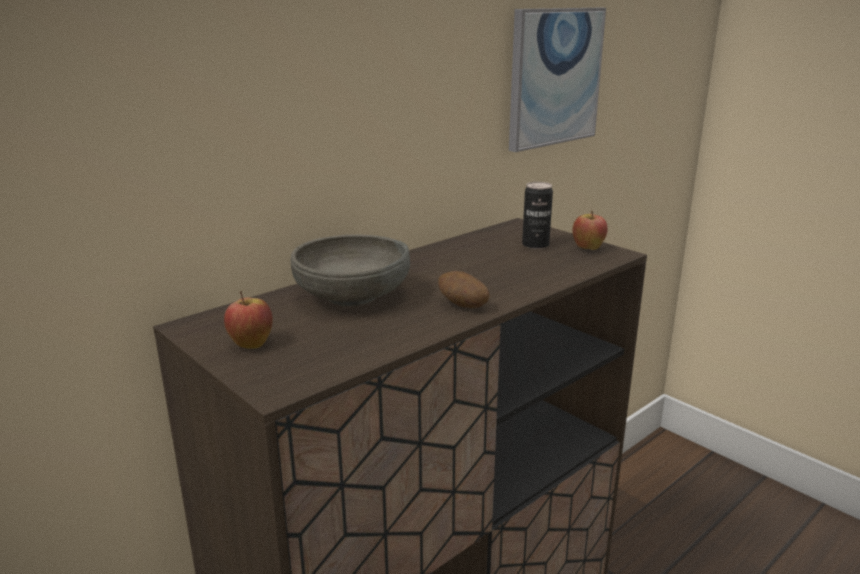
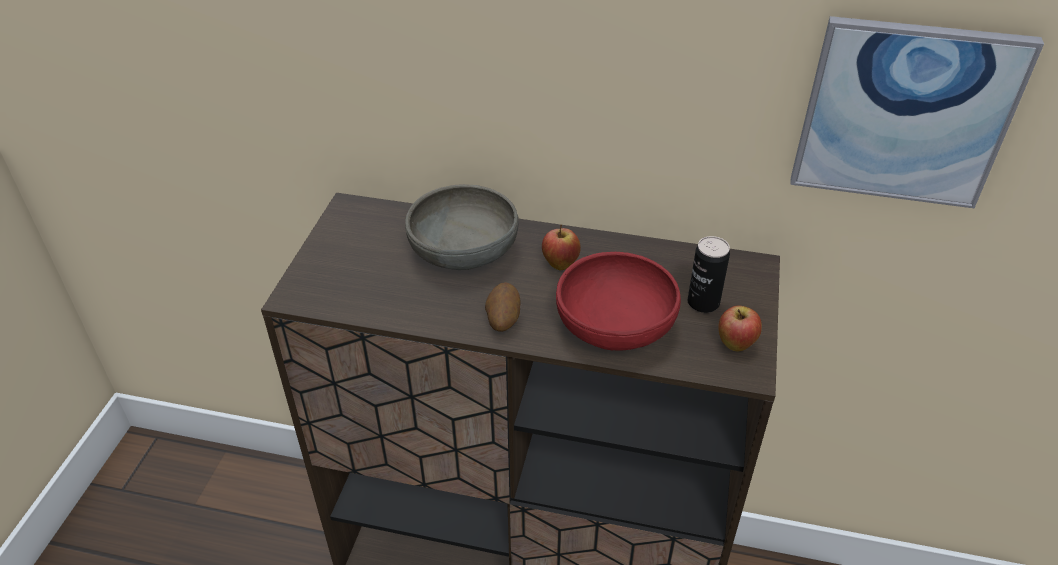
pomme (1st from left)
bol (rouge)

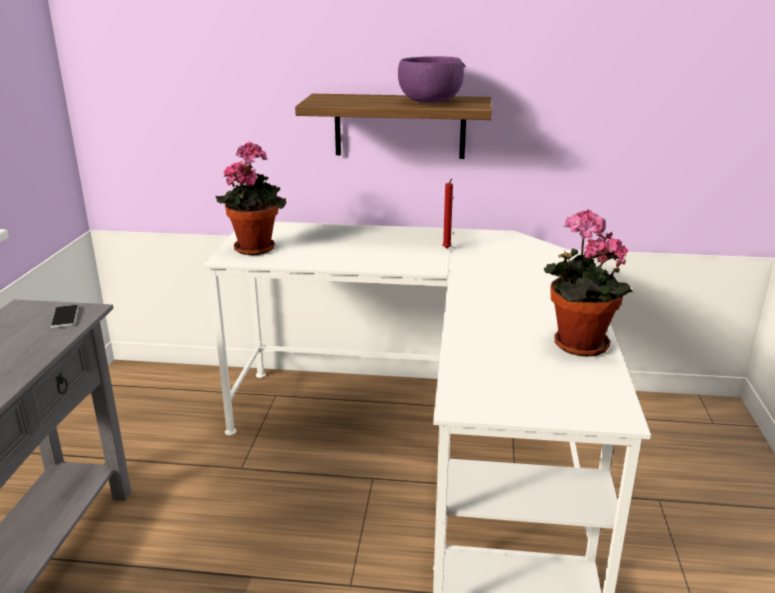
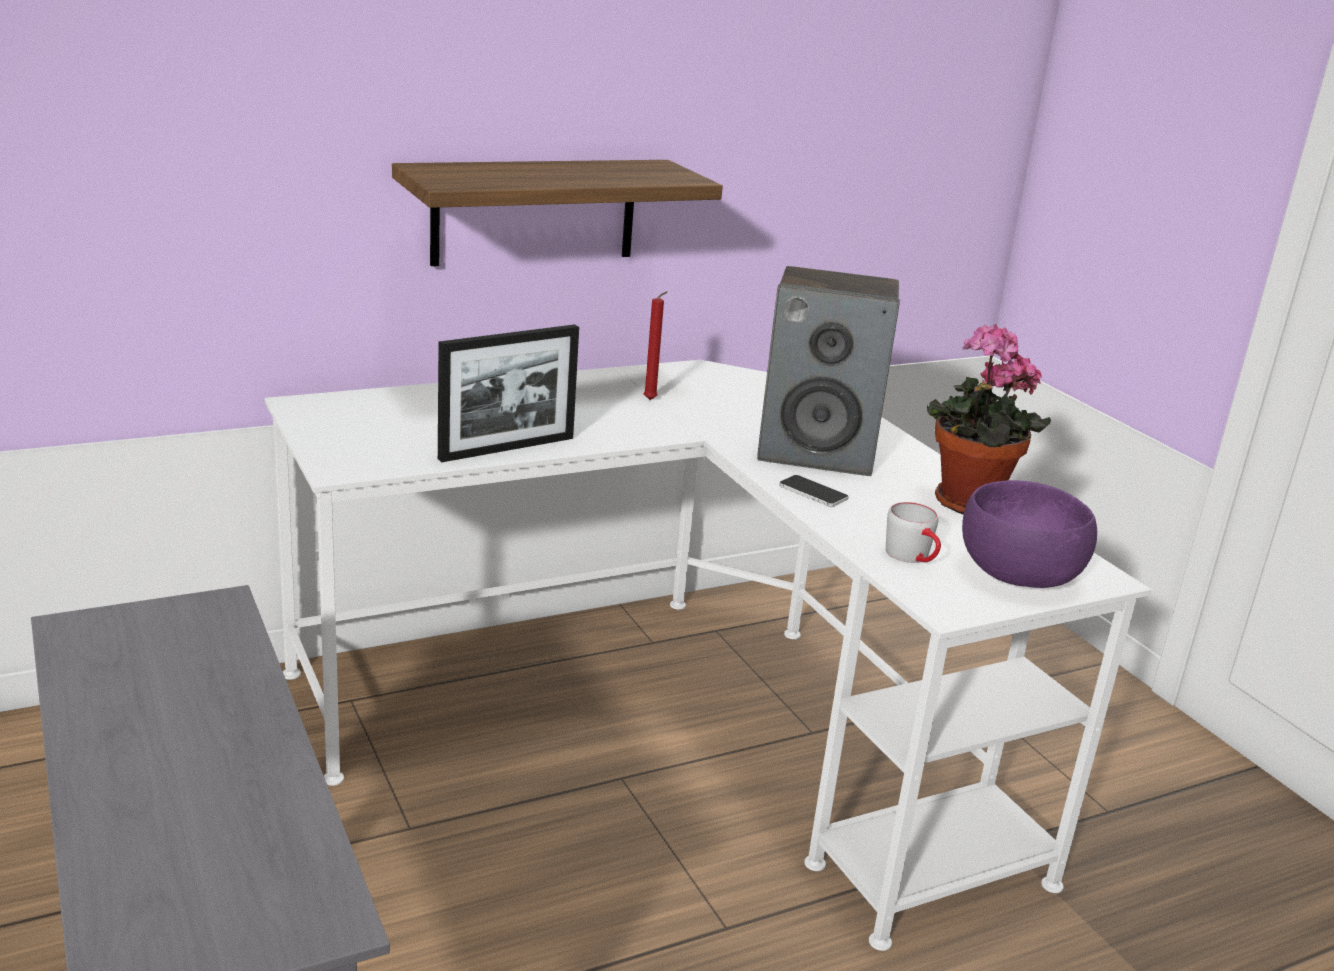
téléphone
plante en pot (1st from left in the first image)
bol (violet)
cadre photo
enceinte
mug (gris)

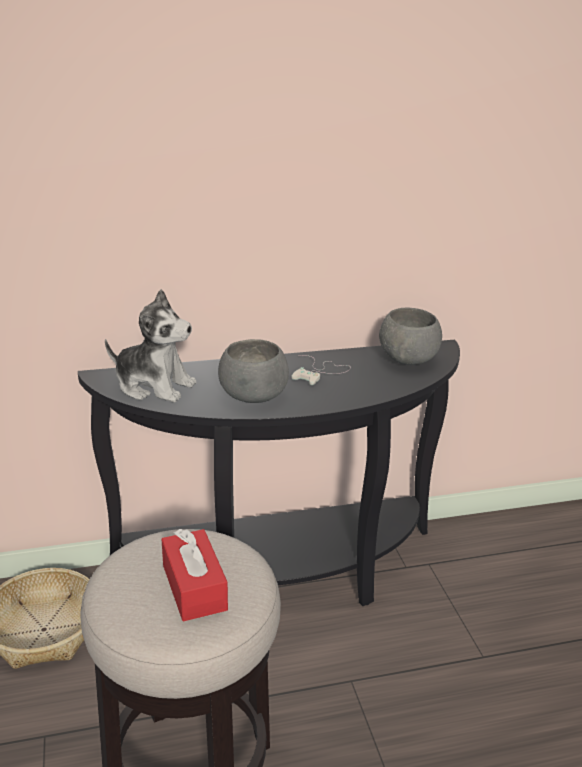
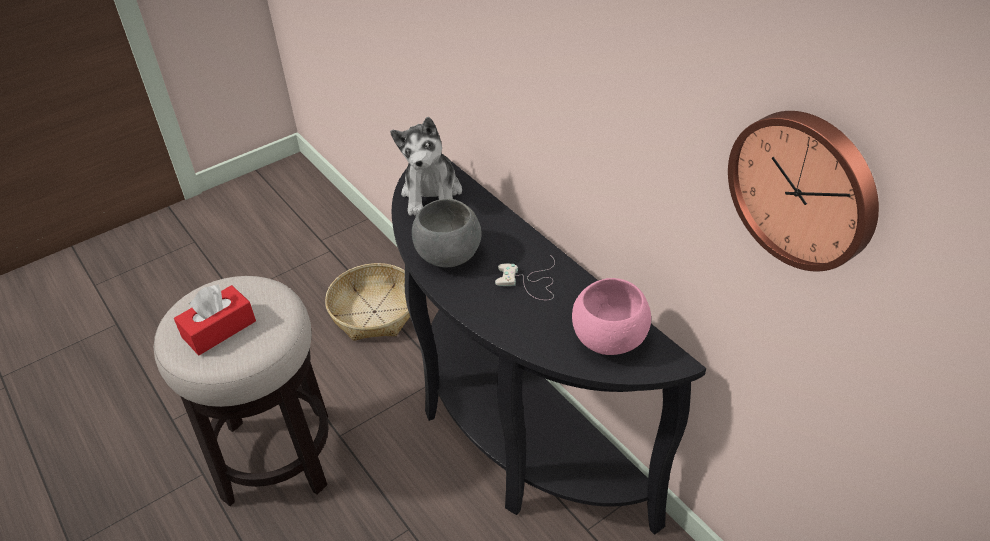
bol (rose)
horloge murale

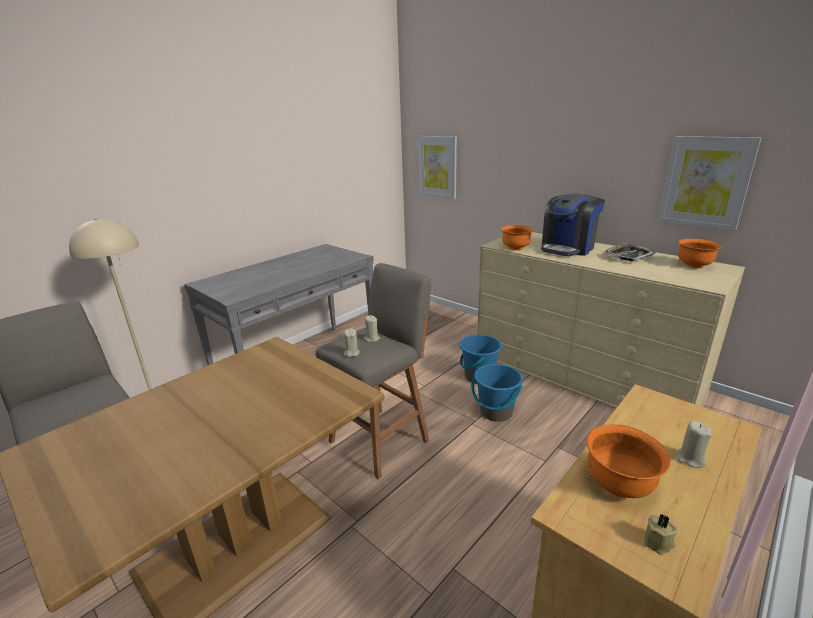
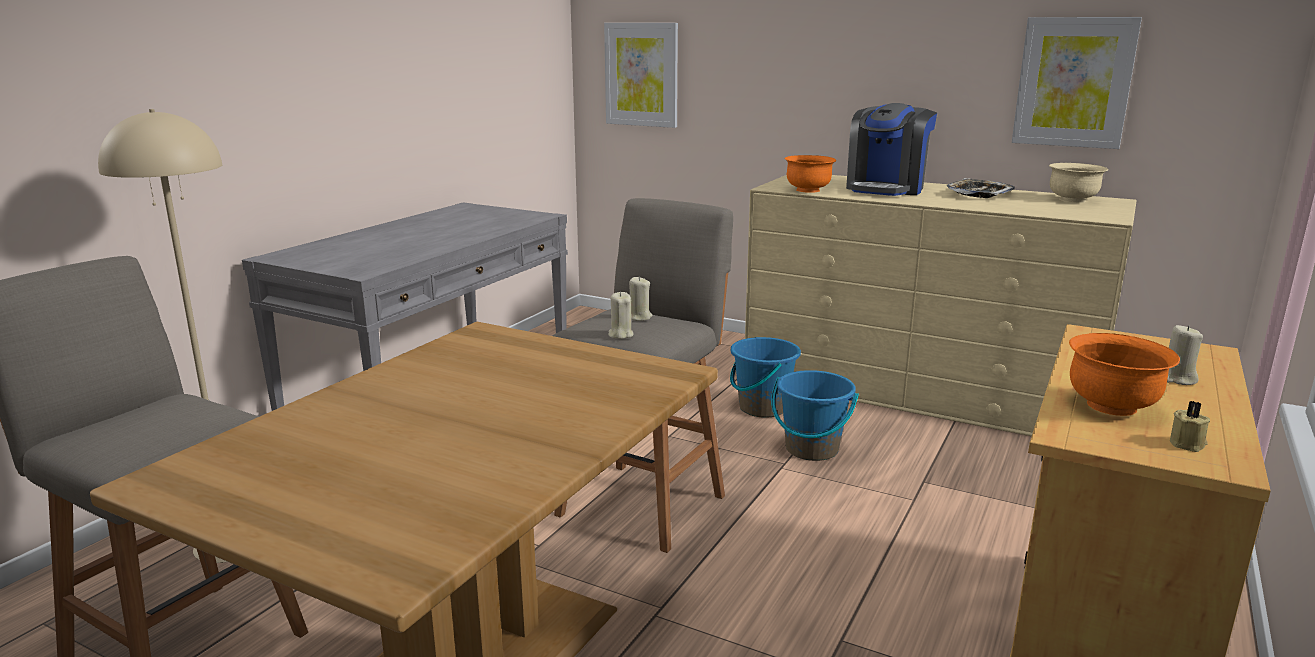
bol (beige)

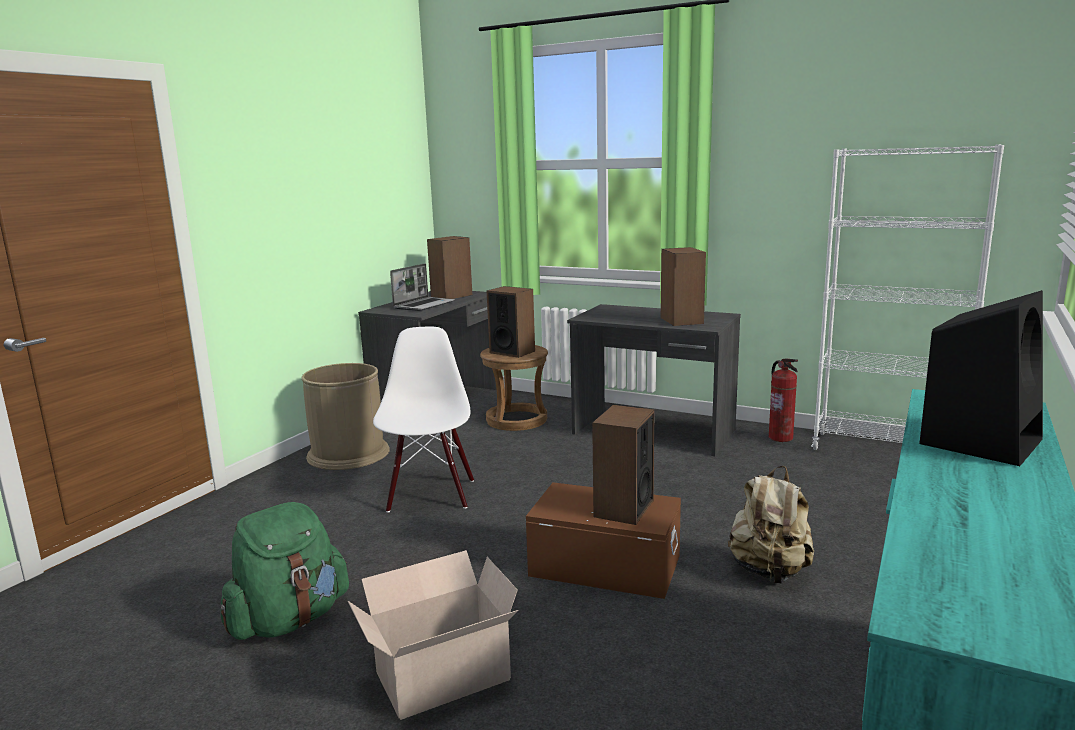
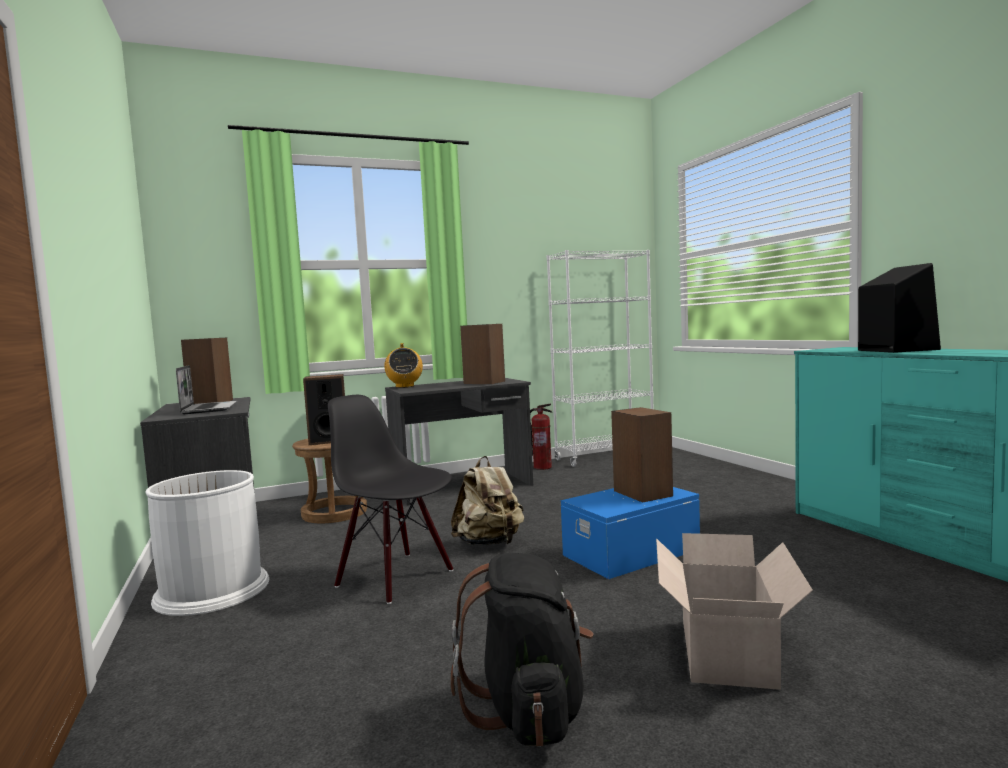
sac à dos (noir)
poubelle (blanc)
chaise (noir)
boîte de rangement (bleu)
sac à dos (beige)
radio

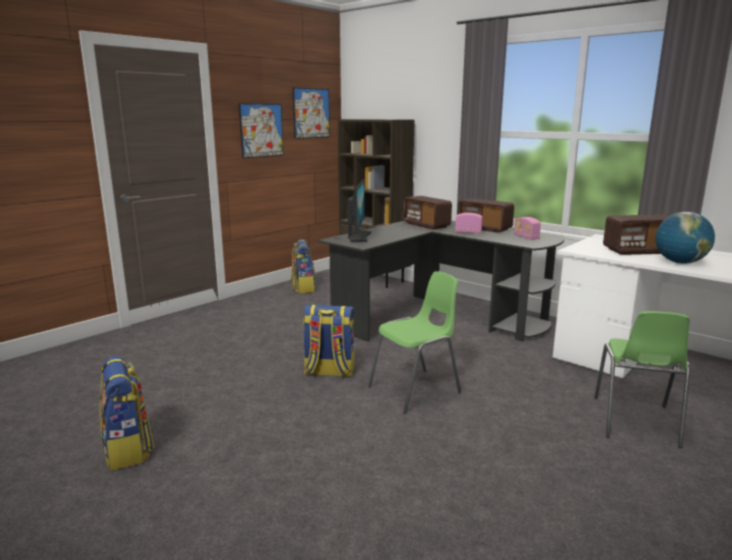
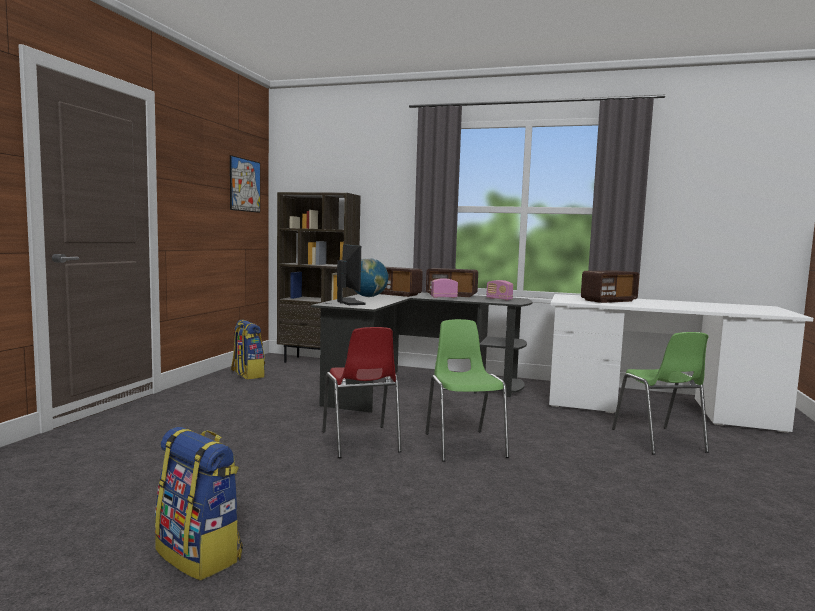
tableau (1st from left in the first image)
chaise (rouge)
chaise (vert) (1st from left)
globe

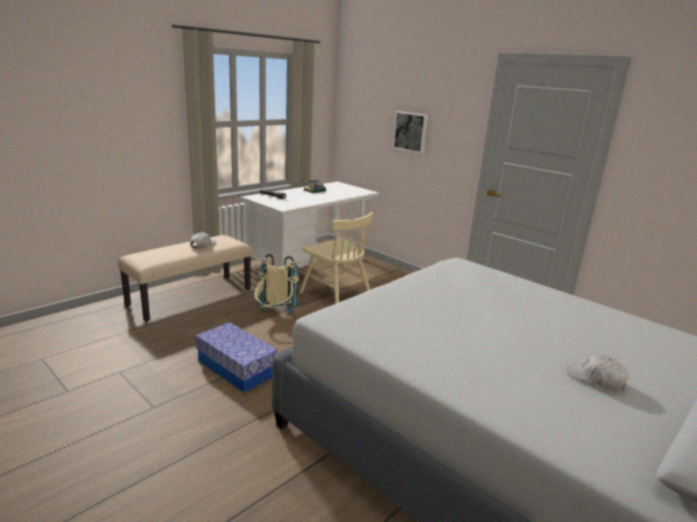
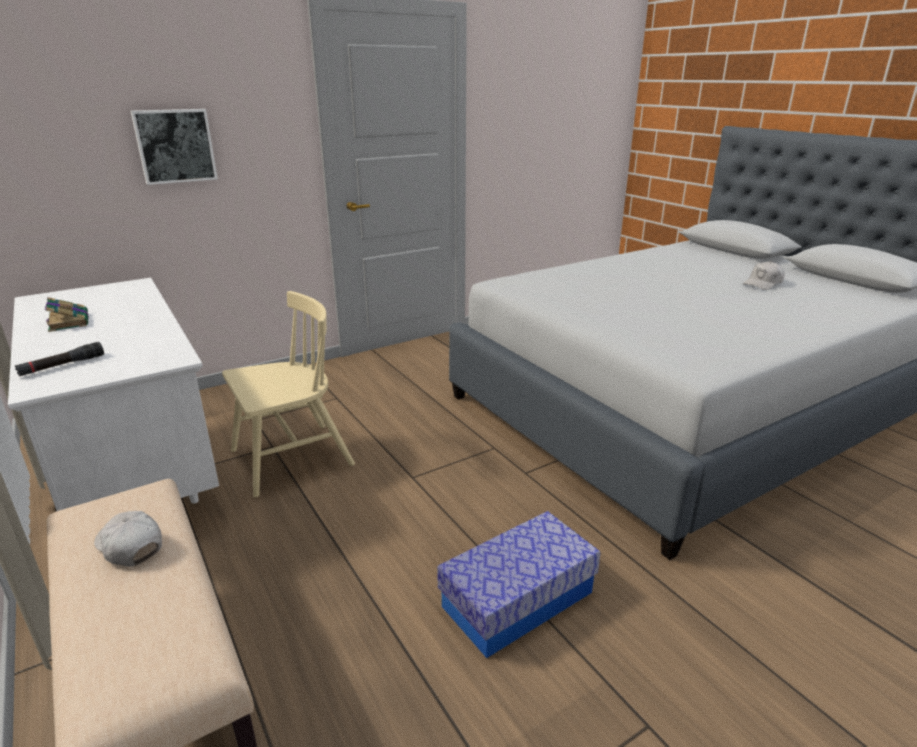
sac à dos (beige)

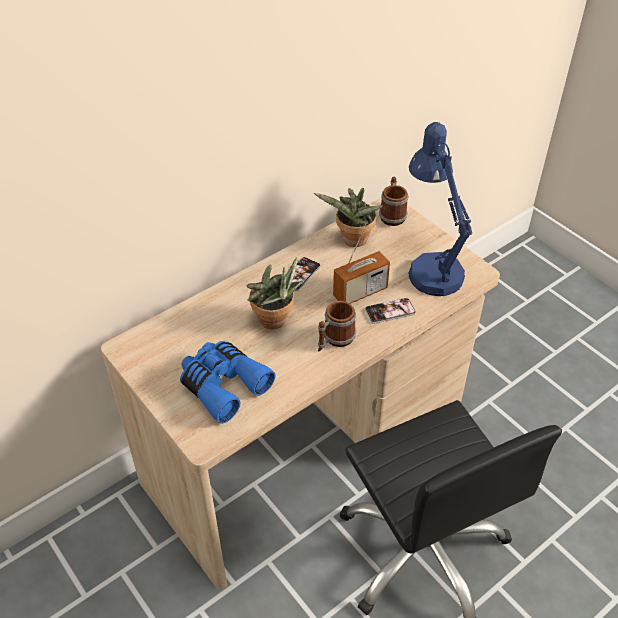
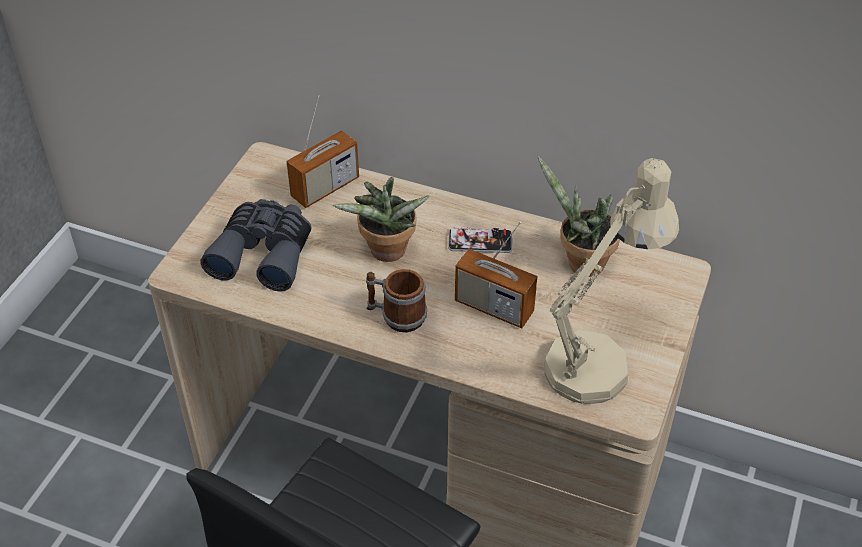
jumelles (gris)
téléphone (2nd from left in the first image)
mug (2nd from left in the first image)
lampe de table (beige)
radio (1st from left)

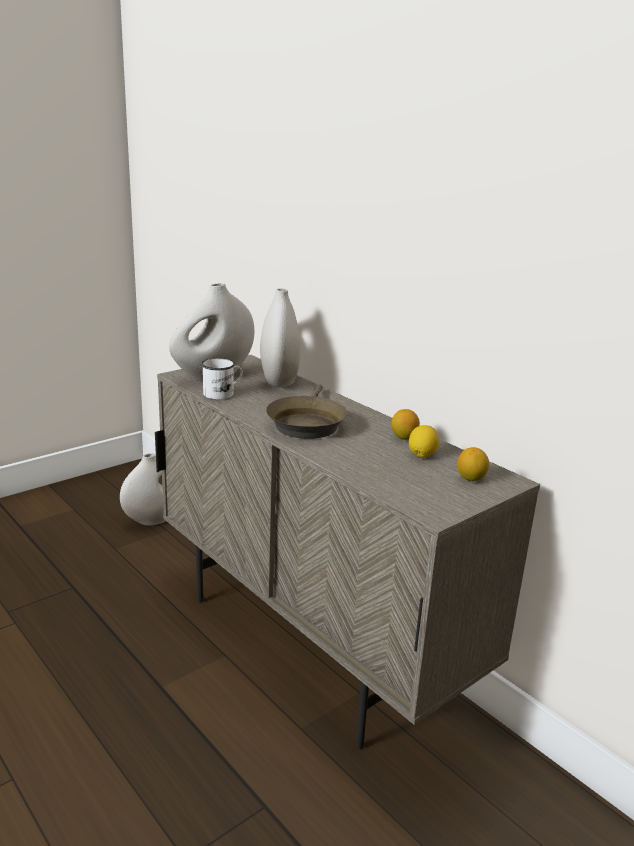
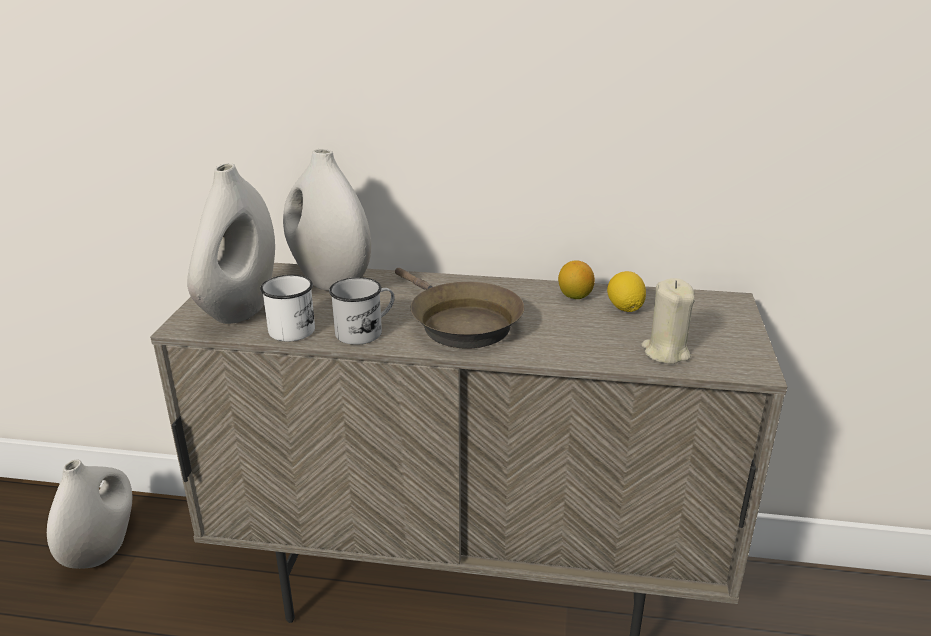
citron (3rd from left in the first image)
mug (blanc) (2nd from left)
bougie (beige)

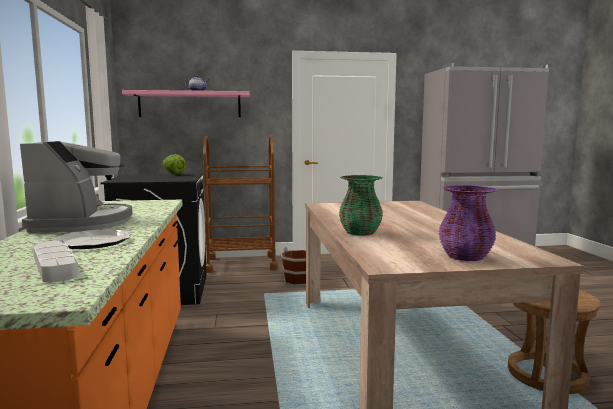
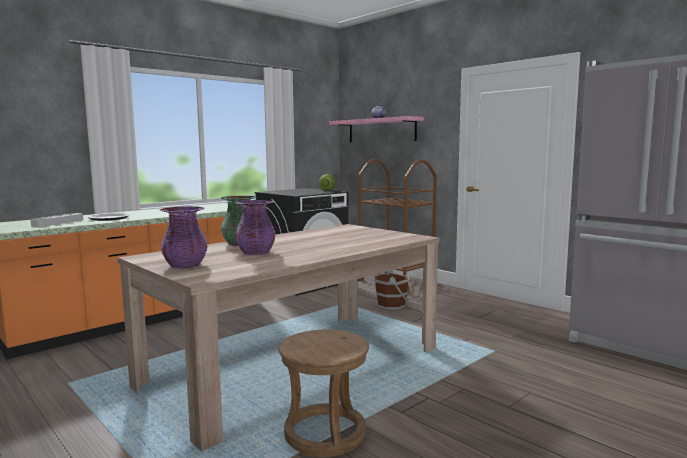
machine à café
vase (violet) (2nd from left)

